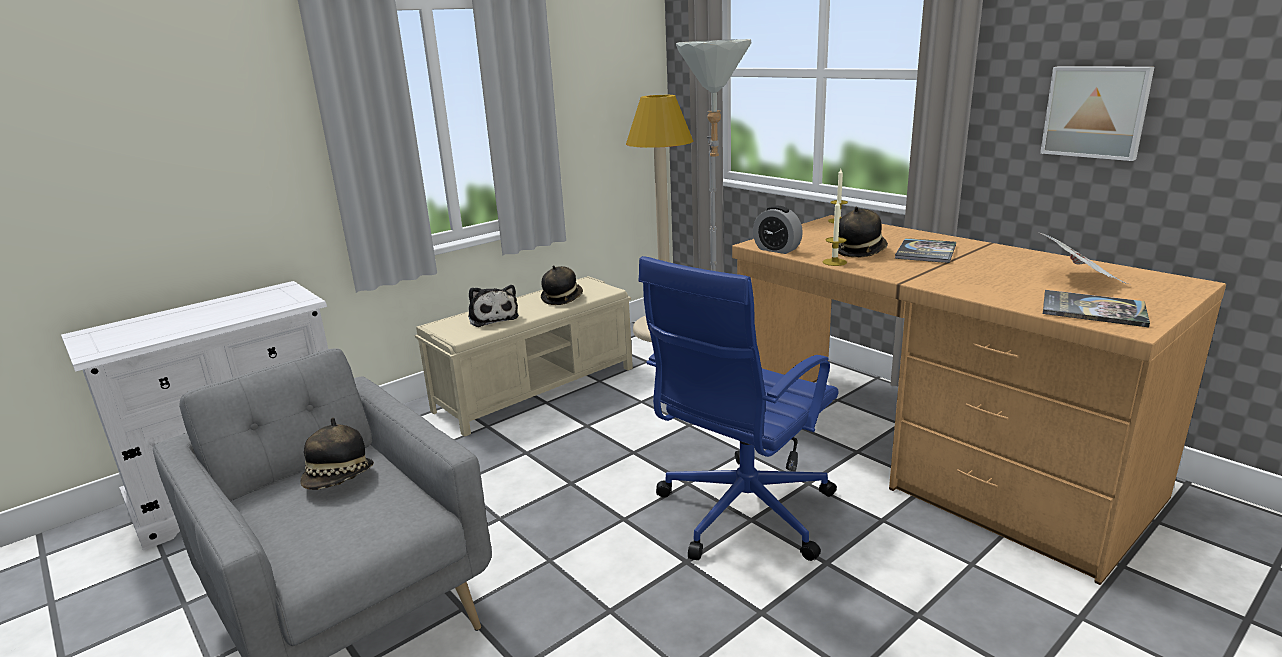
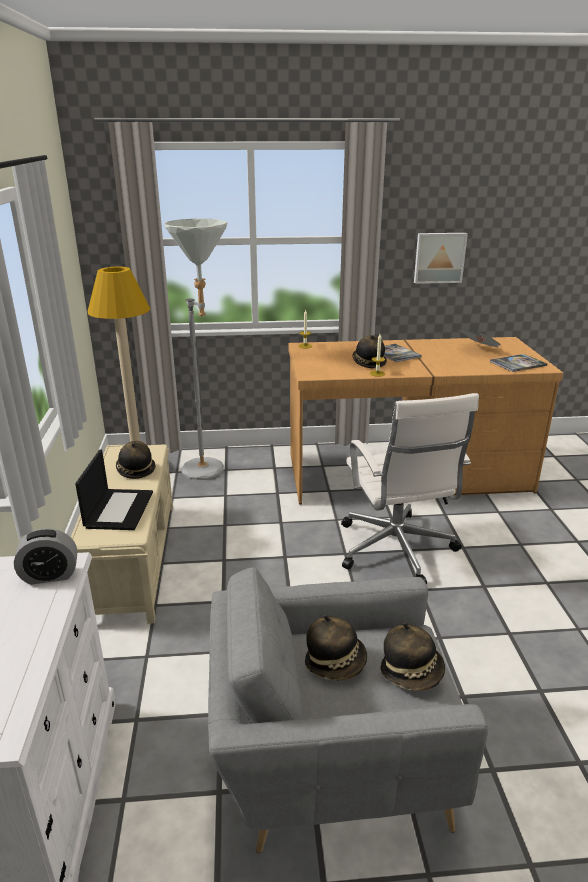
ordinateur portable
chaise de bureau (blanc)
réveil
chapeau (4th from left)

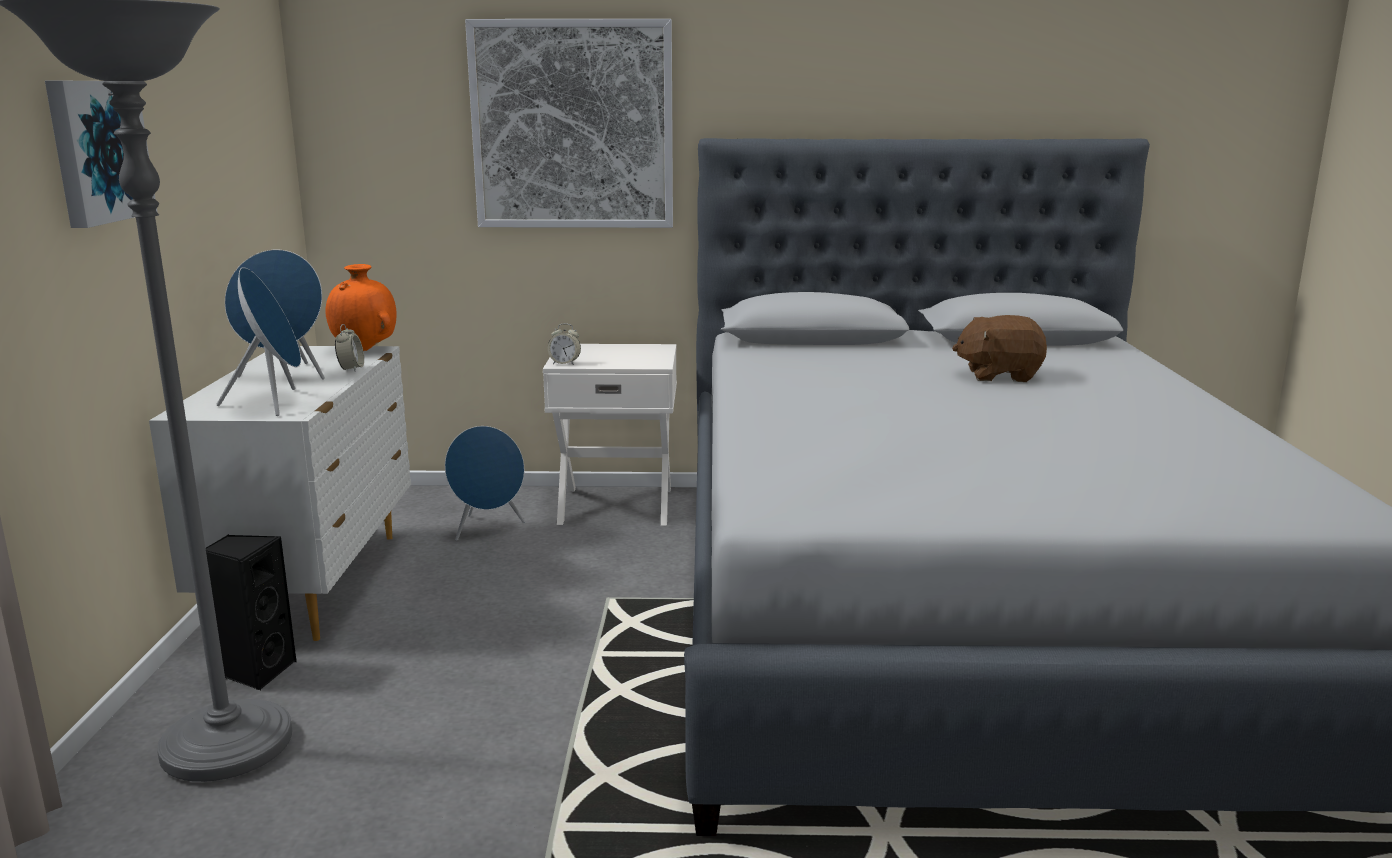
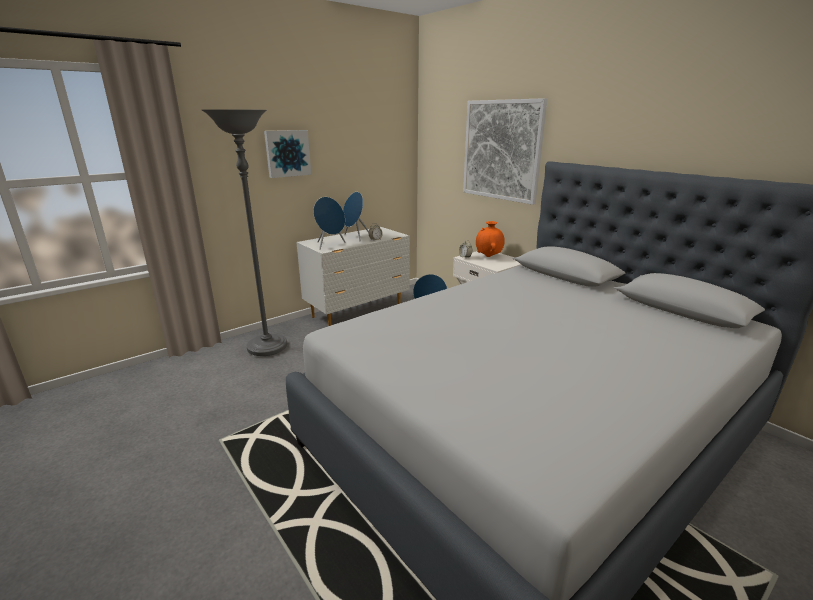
enceinte (noir)
vase (orange)
peluche (marron)

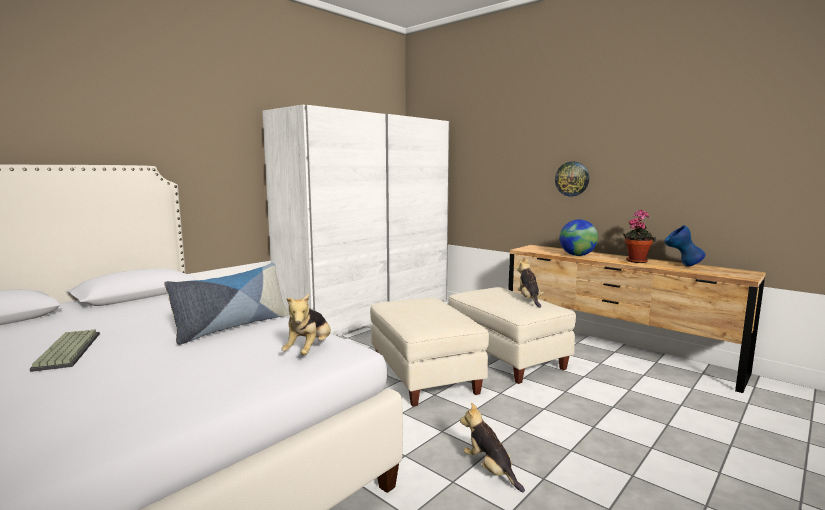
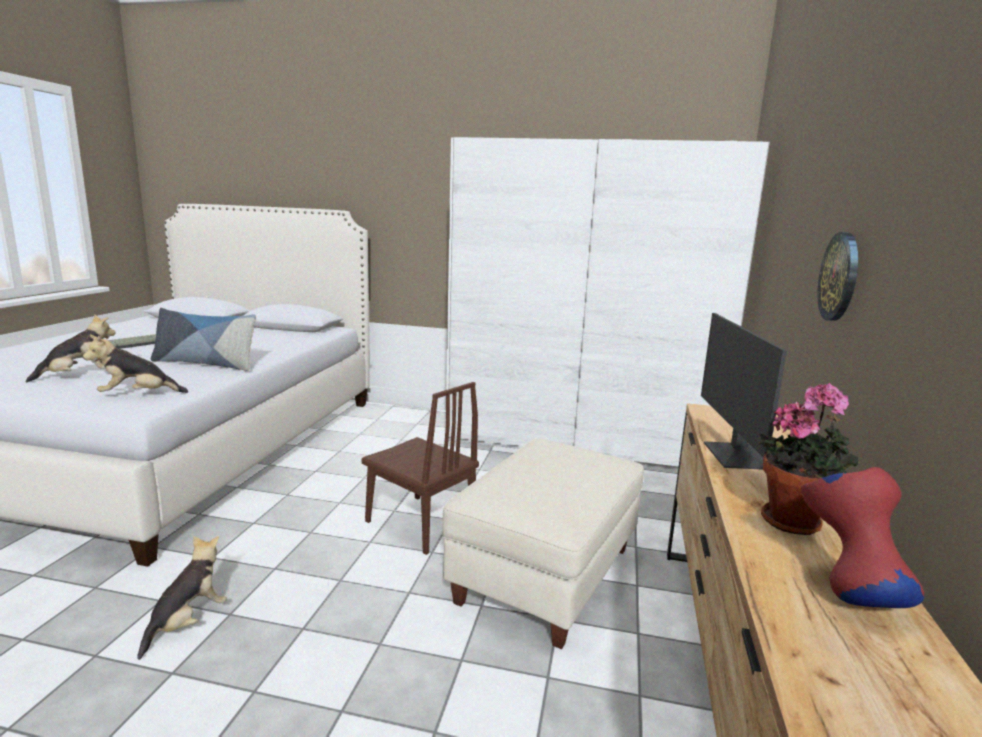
chaise (marron)
peluche (1st from left)
écran d'ordinateur
vase (rouge)

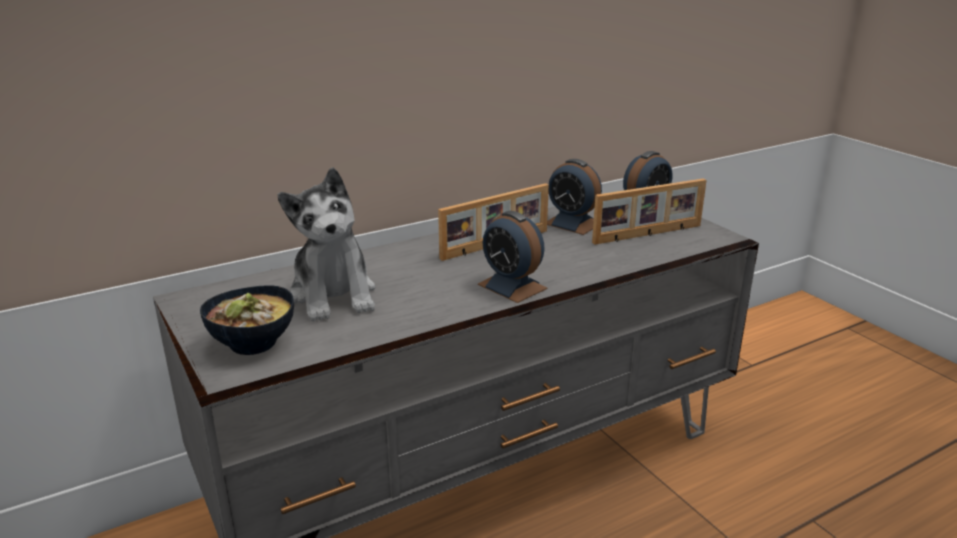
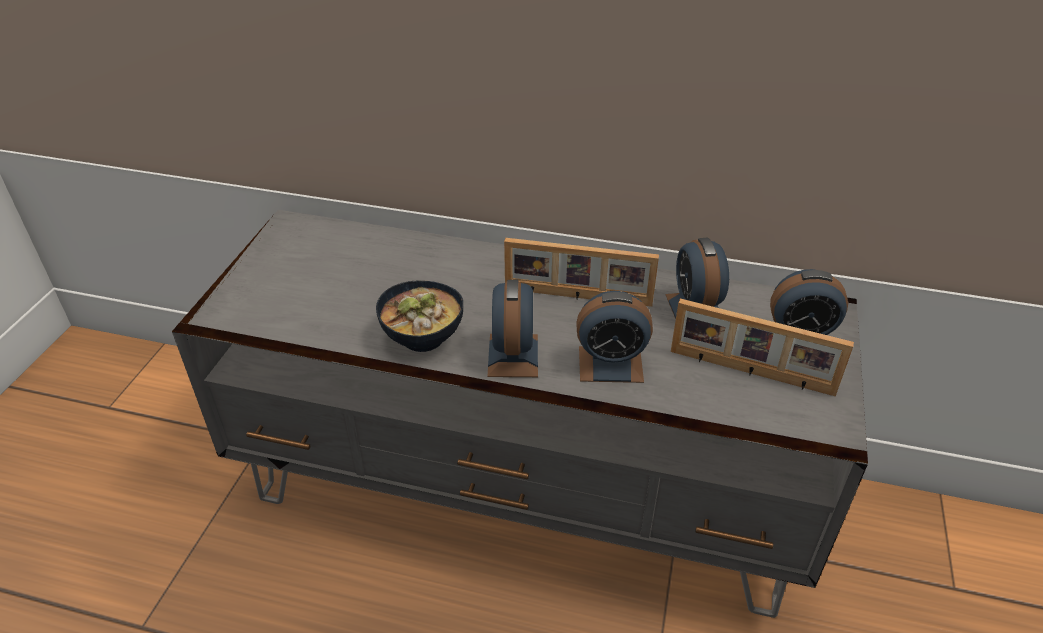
bol
peluche
réveil (2nd from left)

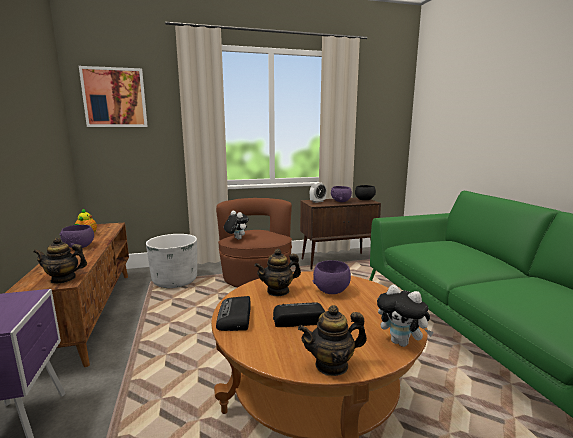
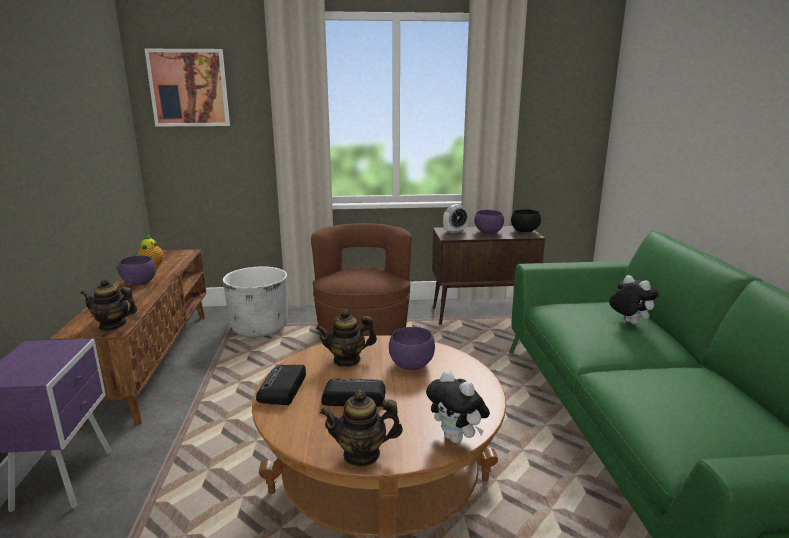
peluche (2nd from left)

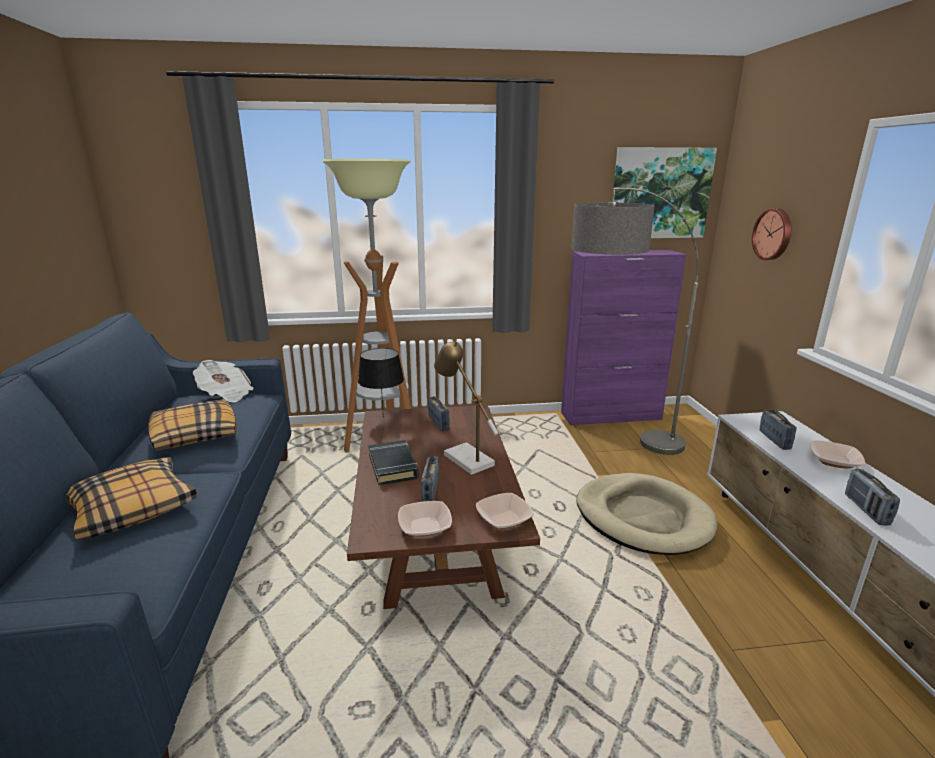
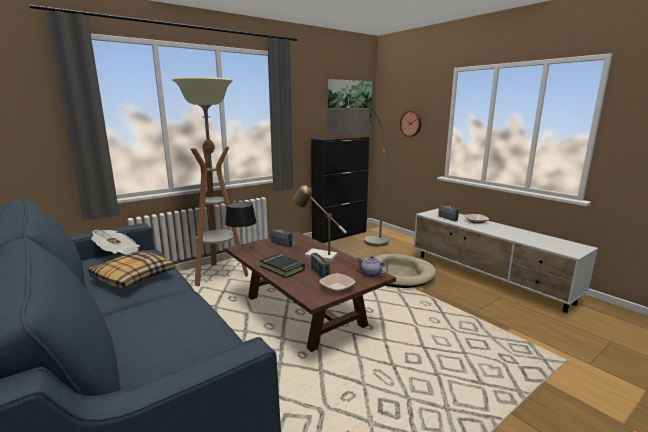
coussin (1st from left in the first image)
théière
meuble de rangement (noir)
radio (4th from left in the first image)

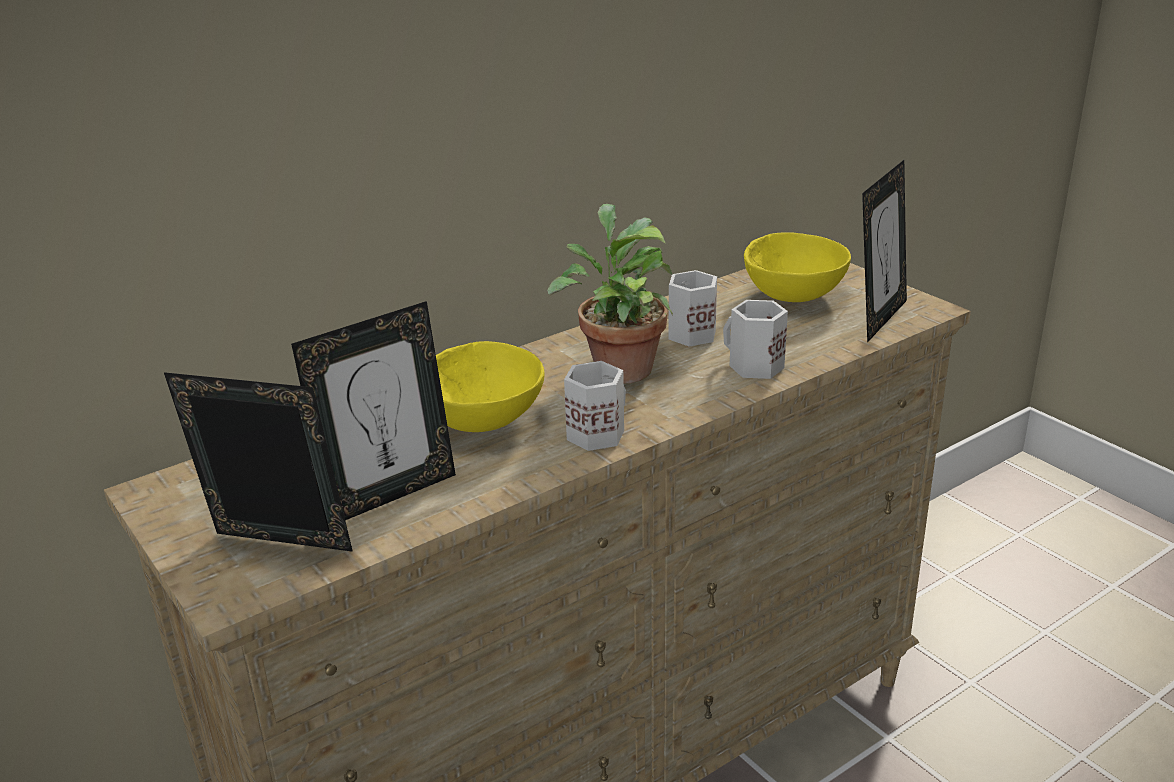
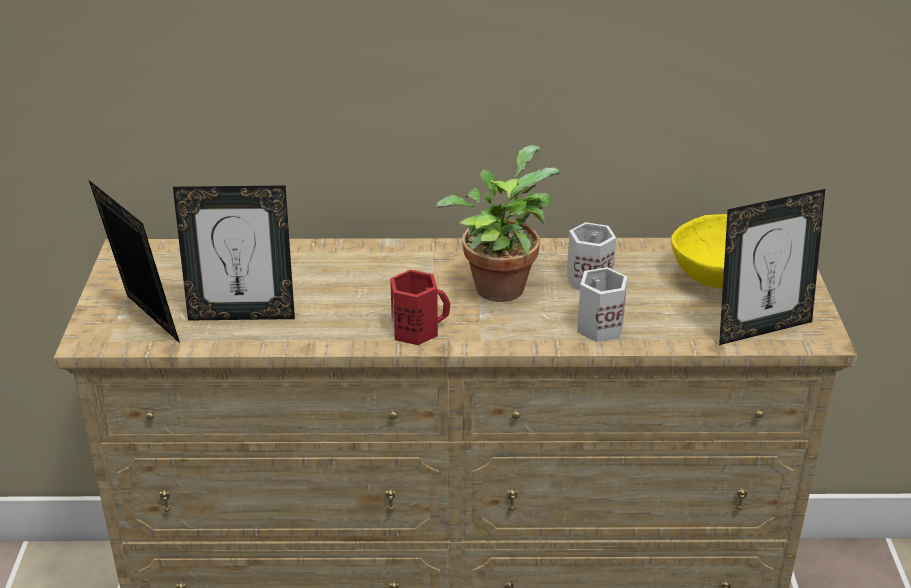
bol (jaune) (1st from left in the first image)
mug (rouge)

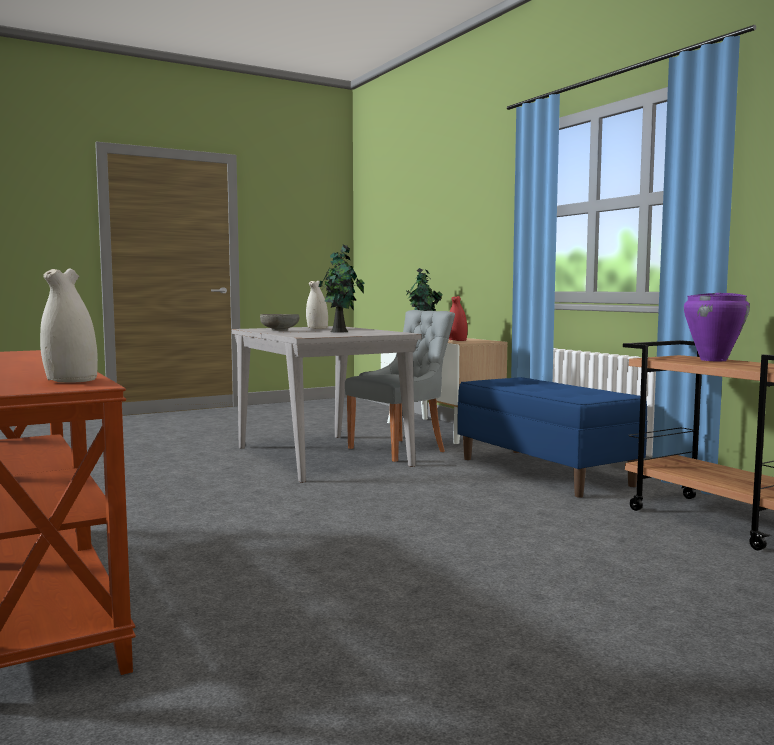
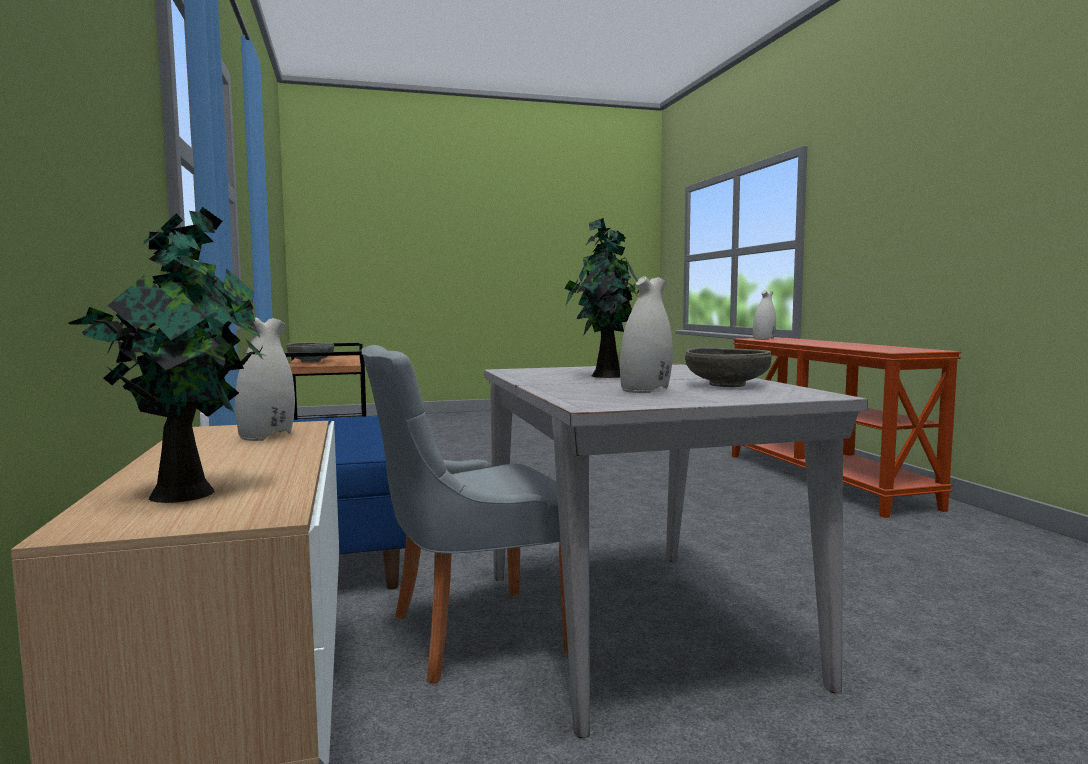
vase (blanc) (1st from left)
bol (gris) (1st from left)

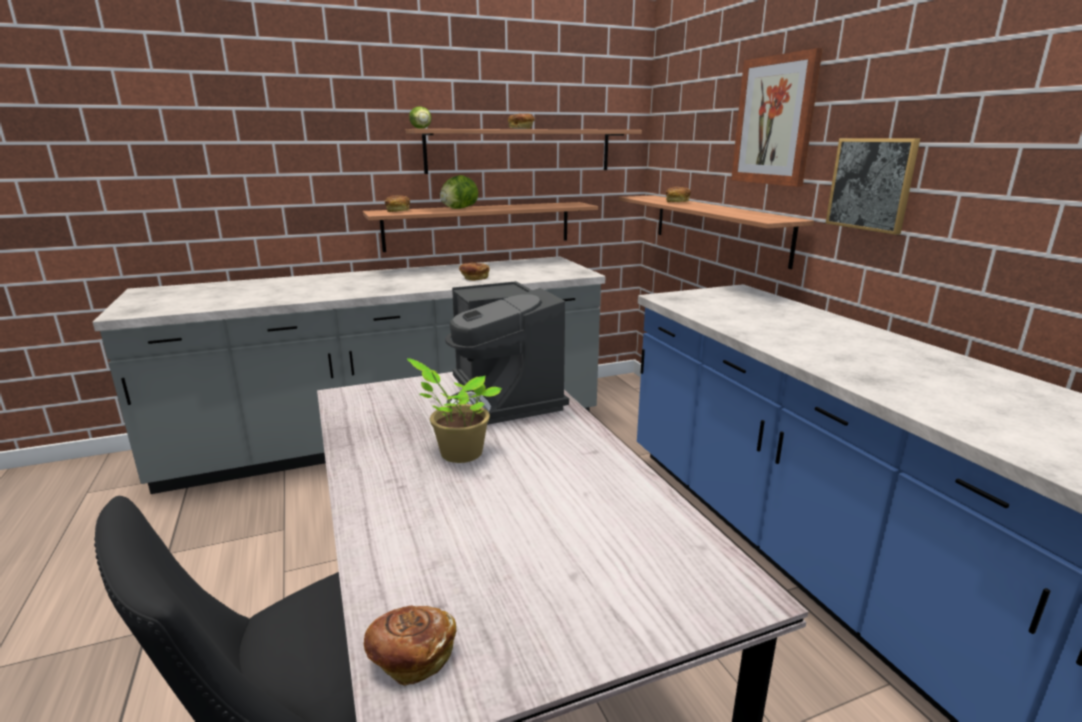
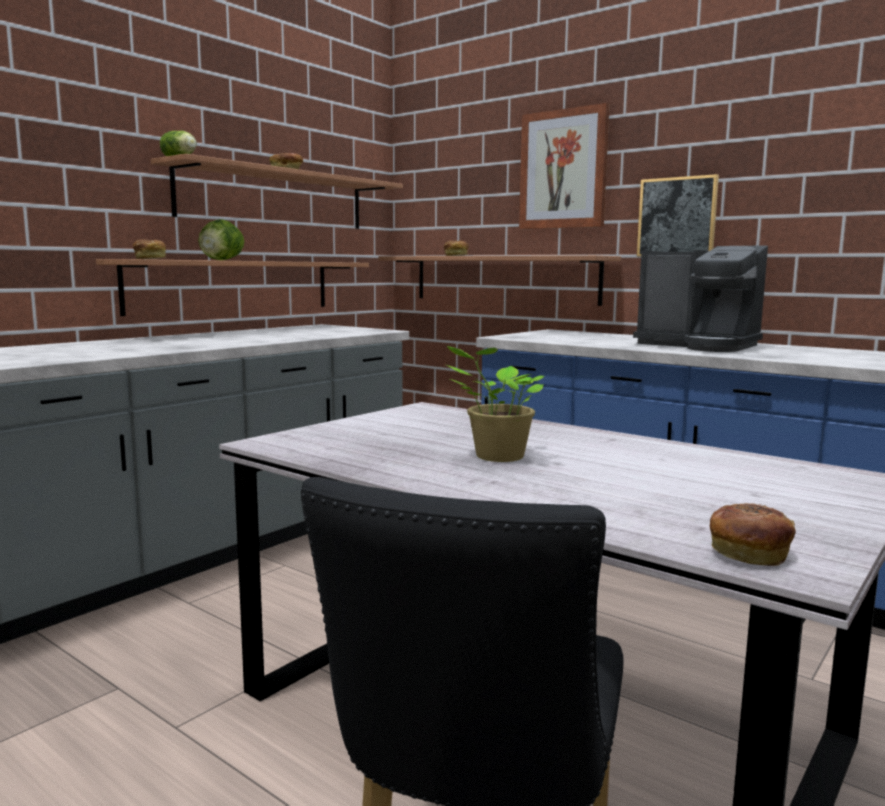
machine à café
pain (3rd from left in the first image)

